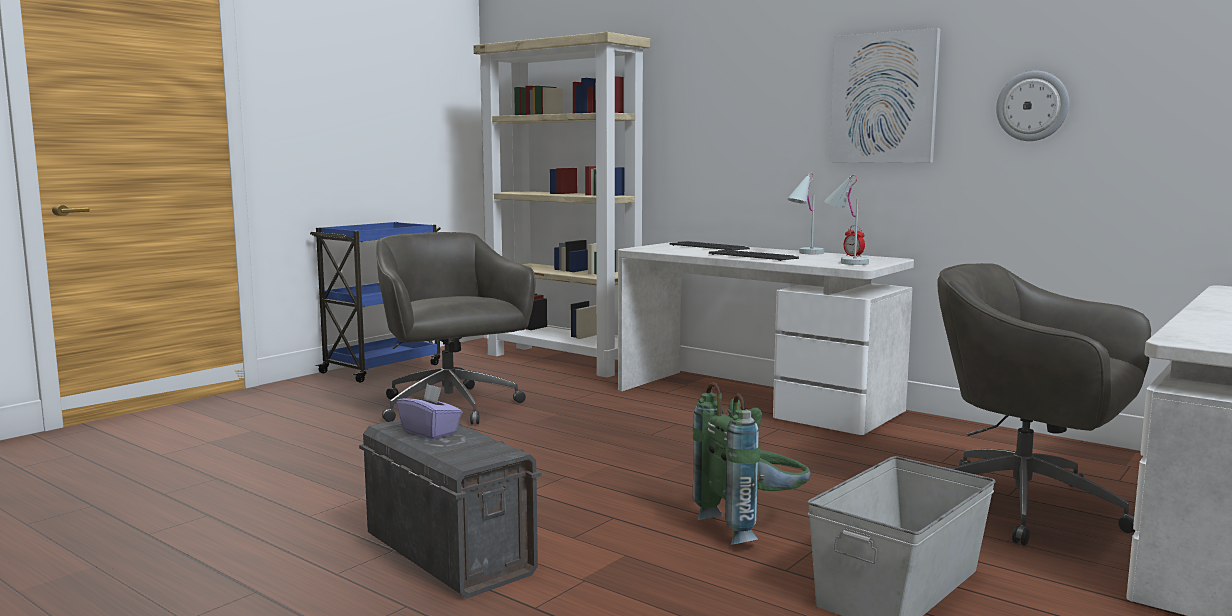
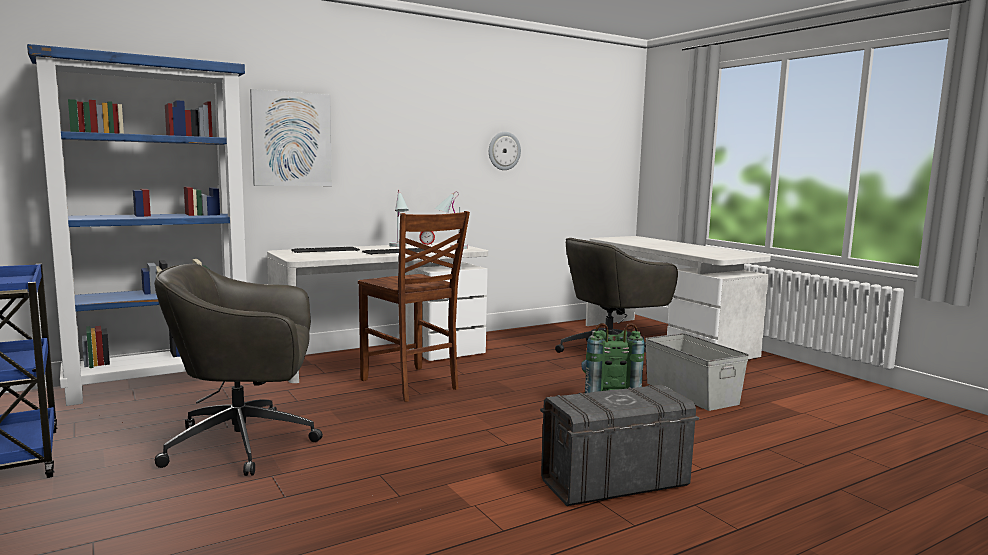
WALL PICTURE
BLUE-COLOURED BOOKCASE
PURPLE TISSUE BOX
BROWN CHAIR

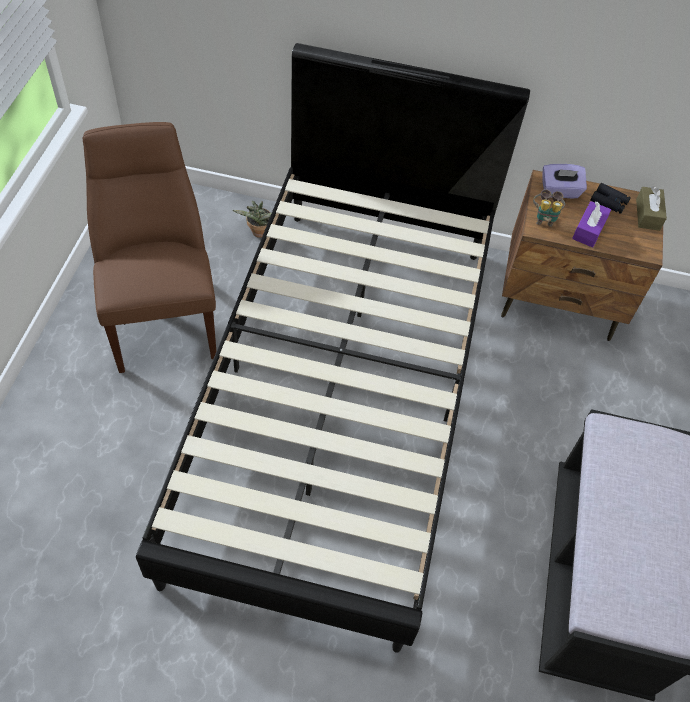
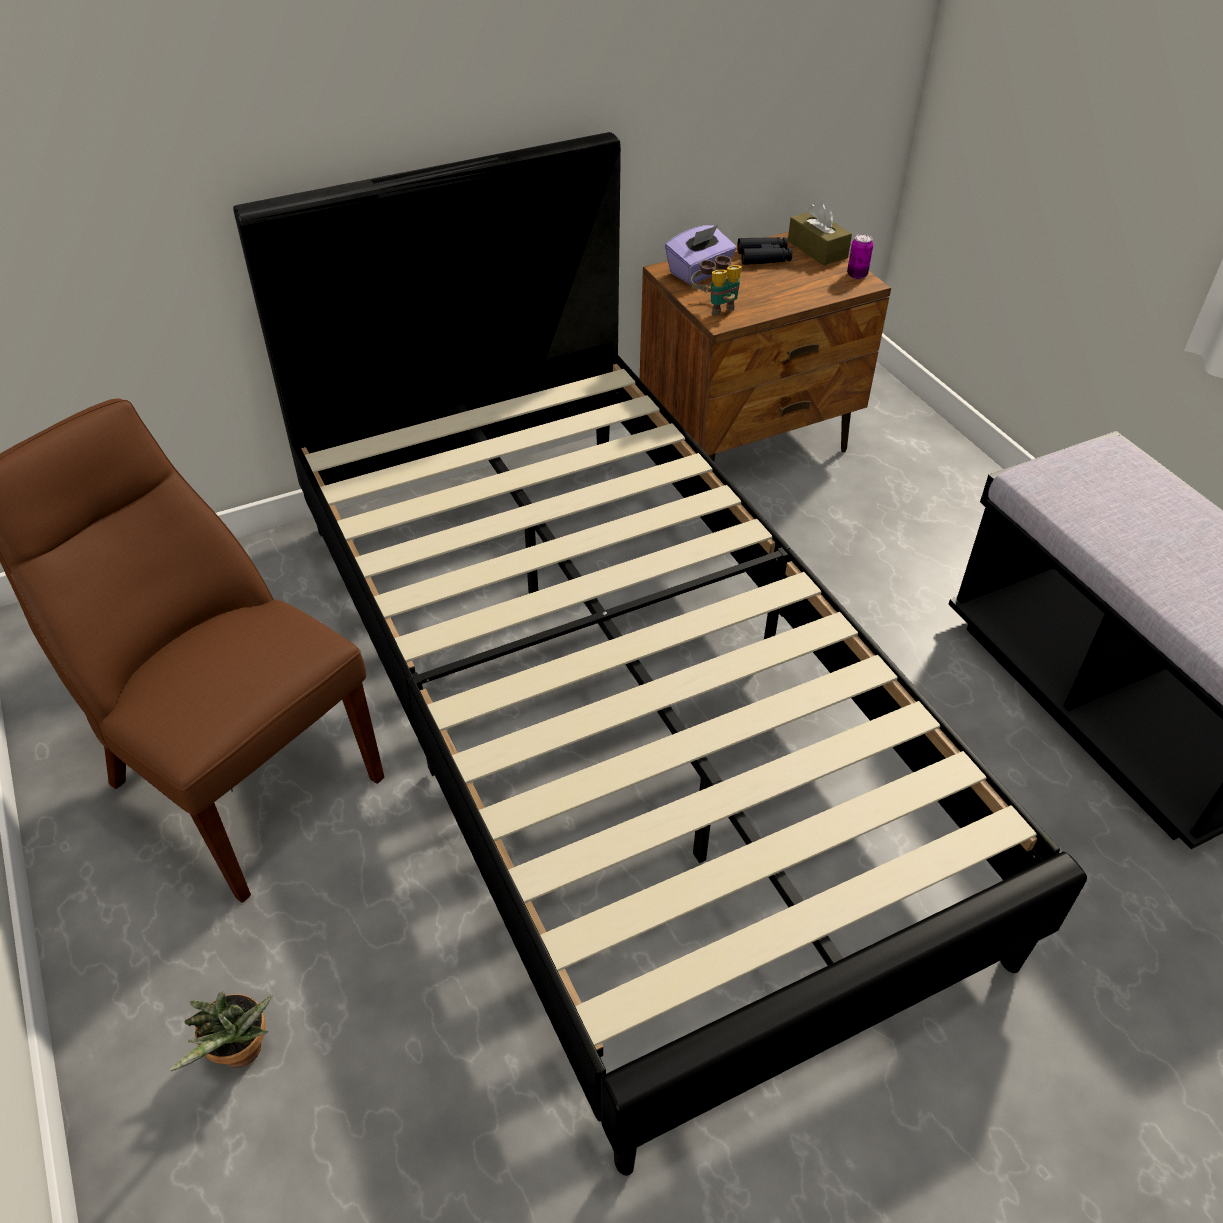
PLANT IN A POT
PURPLE TISSUE BOX (no. 2 from left in the first image)
SEALED CAN

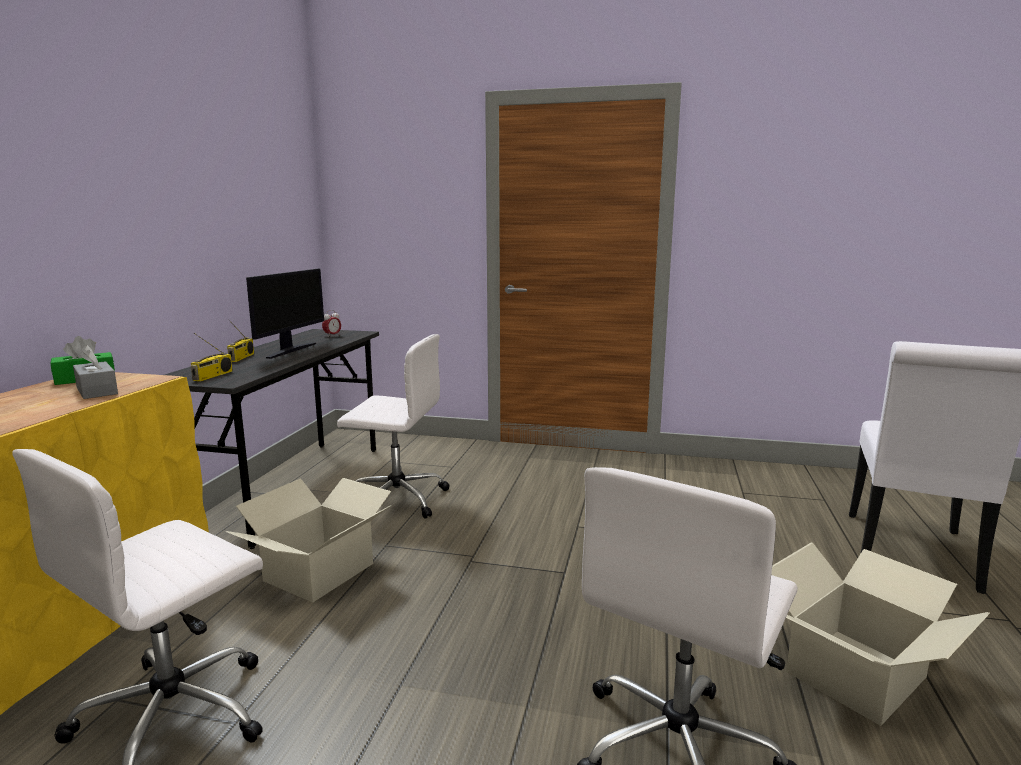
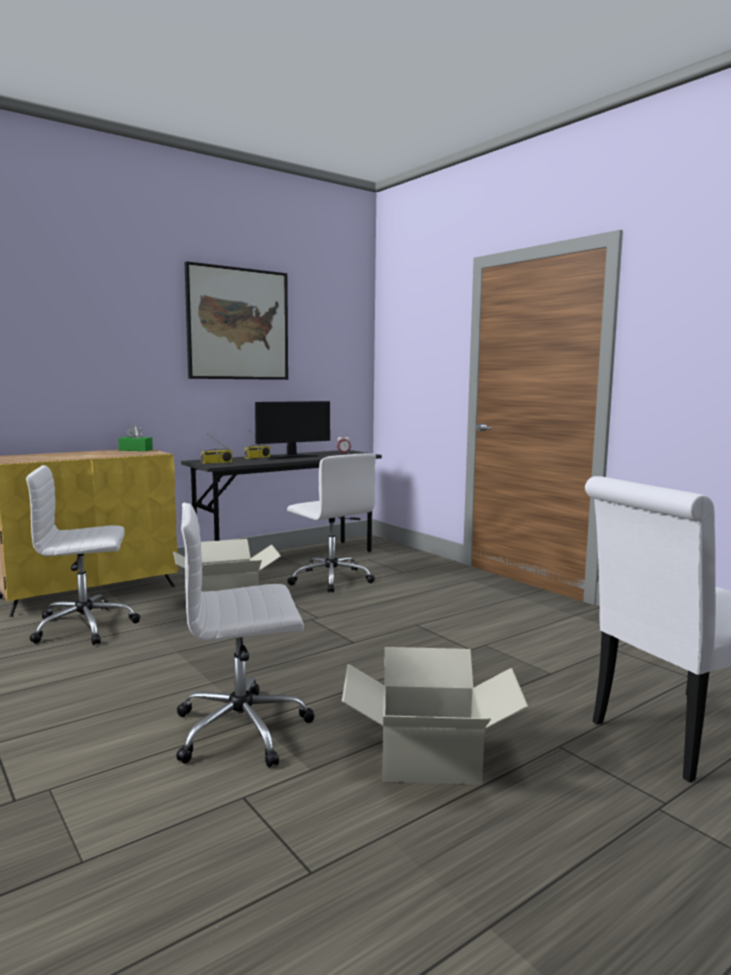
GREY TISSUE BOX
WALL PICTURE

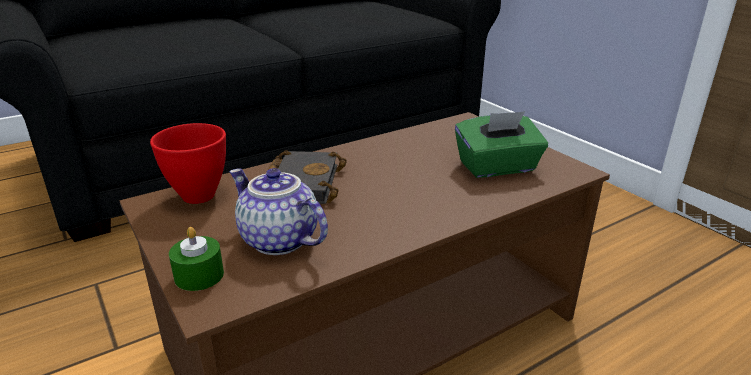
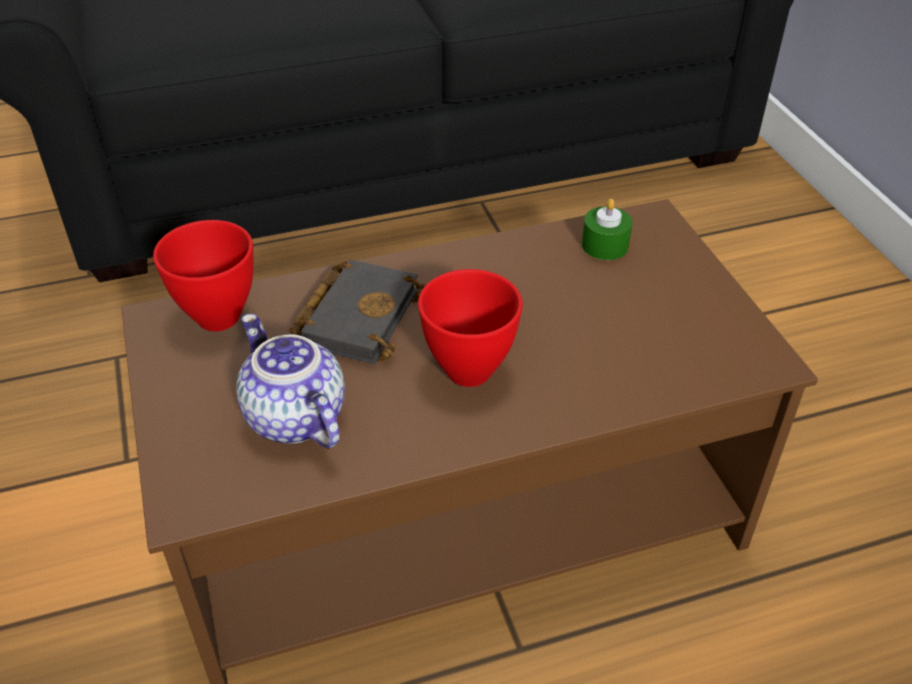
GREEN TISSUE BOX
GREEN CANDLE
RED BOWL (no. 2 from left)

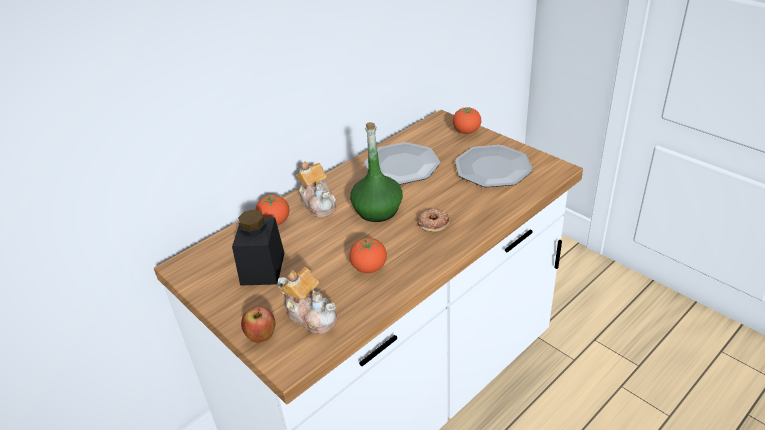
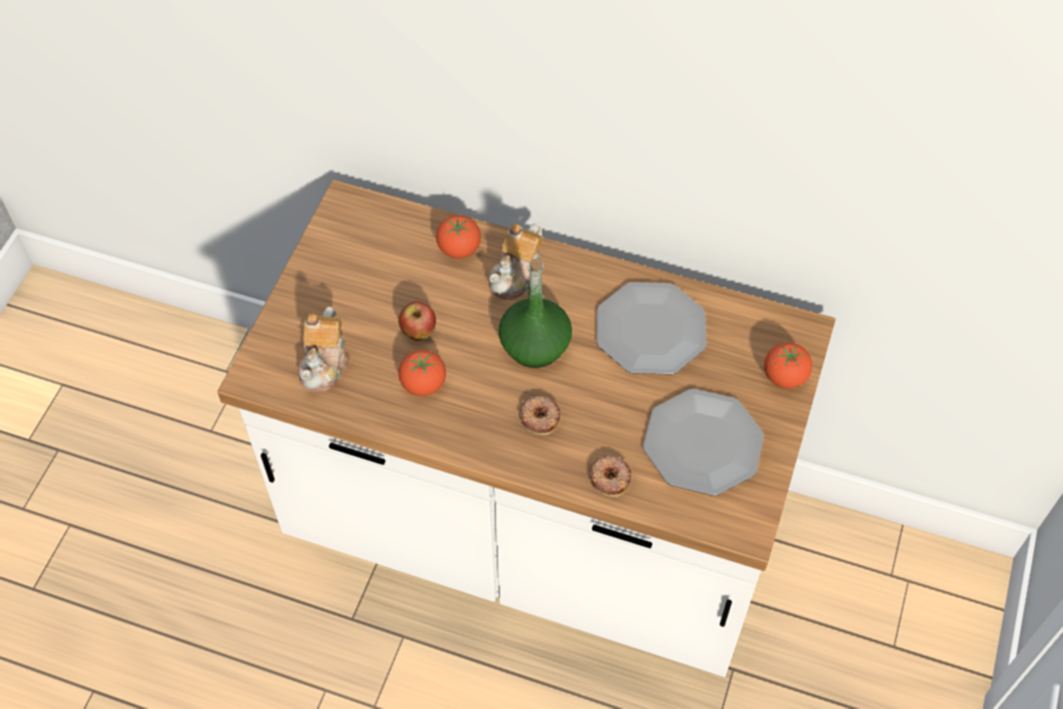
BLACKISH PRESERVE JAR
WHOLE APPLE
DONUT (no. 2 from left)

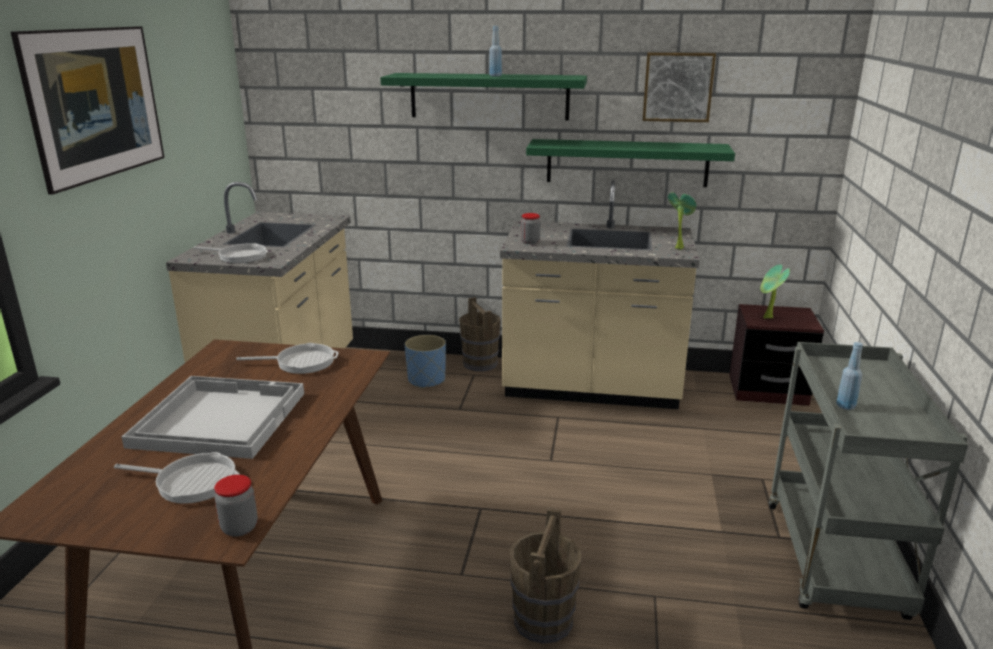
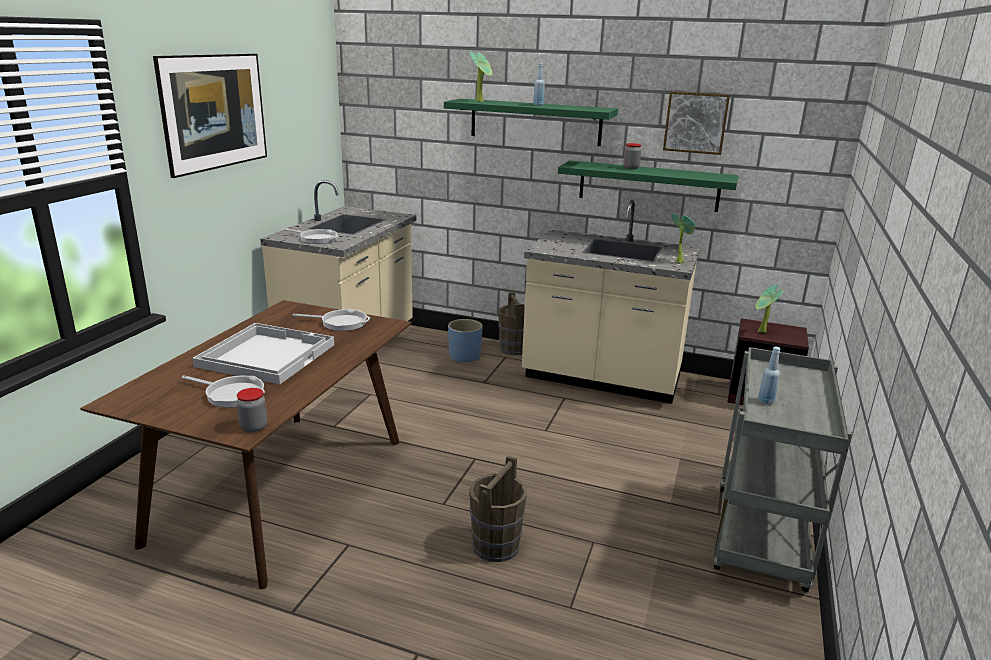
PRESERVE JAR (no. 2 from left)
PLANT IN A POT (no. 1 from left)

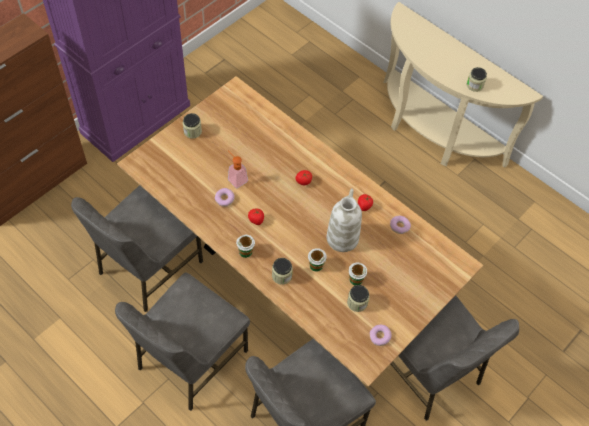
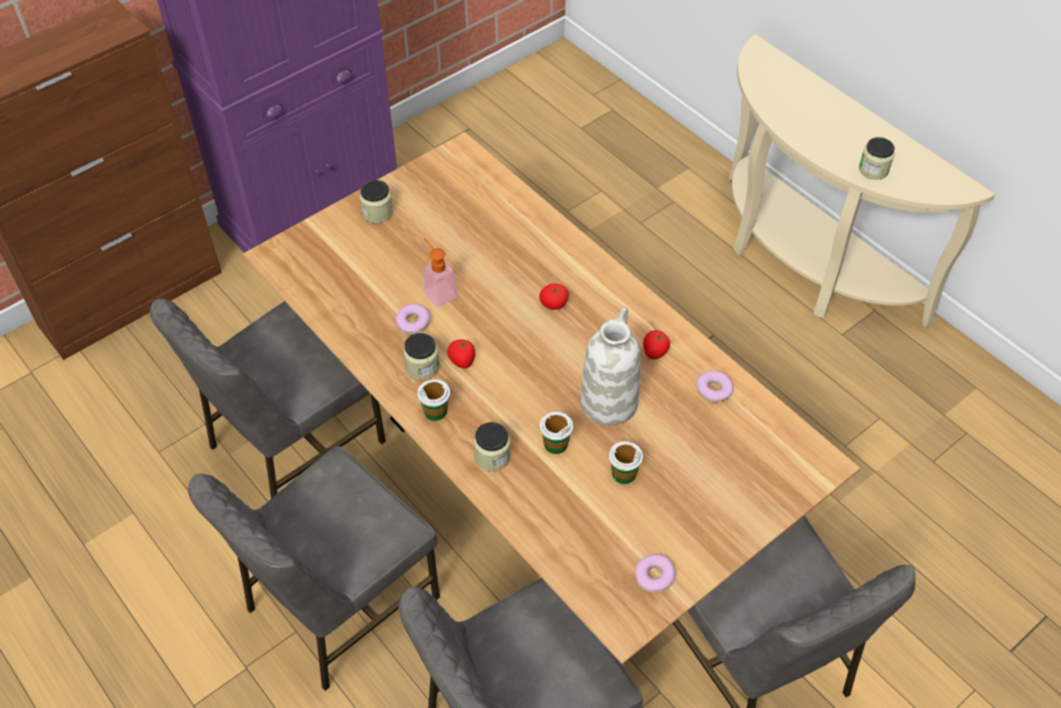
PRESERVE JAR (no. 2 from left)

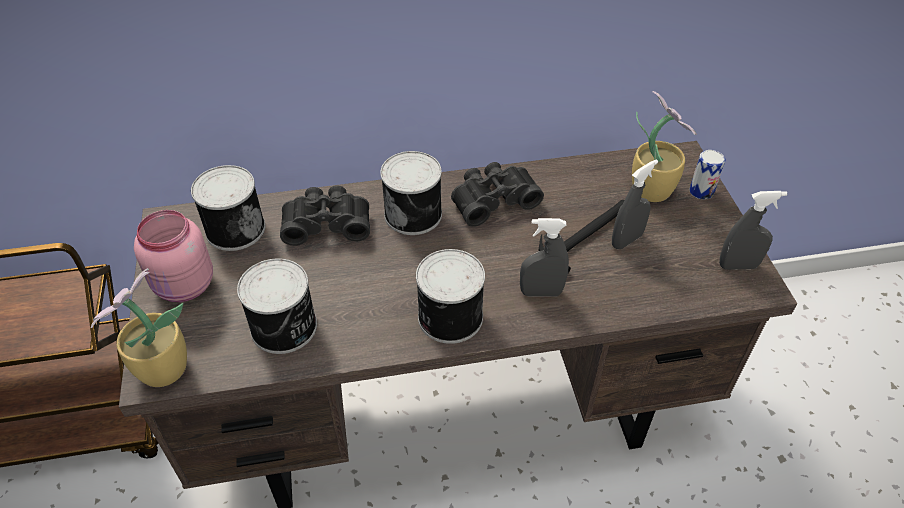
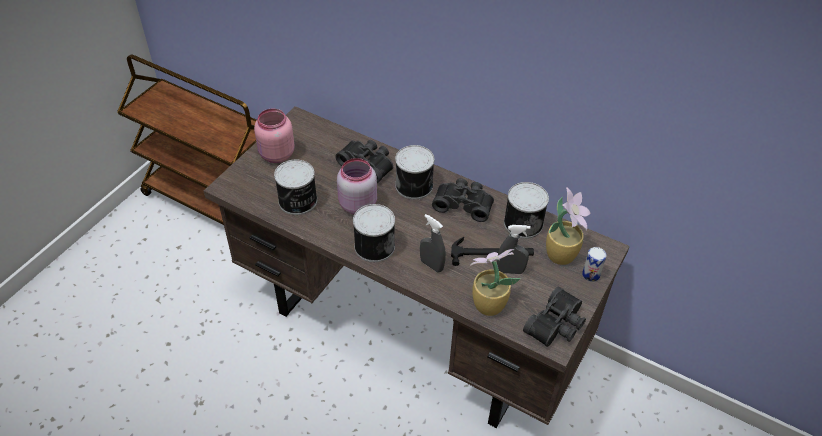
SEALED CAN (no. 4 from left)
BLACKISH FIELD GLASSES (no. 3 from left)
PLANT IN A POT (no. 1 from left)
PINKISH PRESERVE JAR (no. 2 from left)

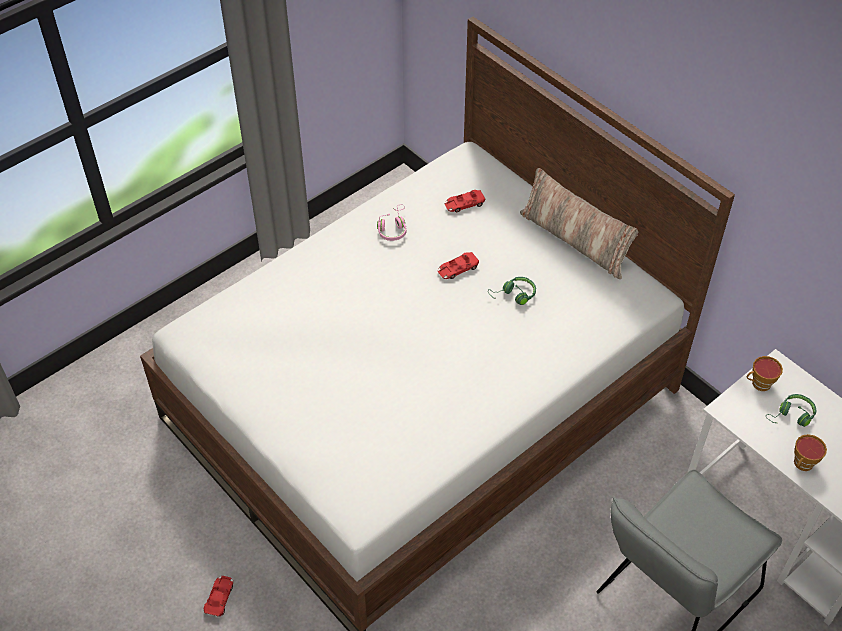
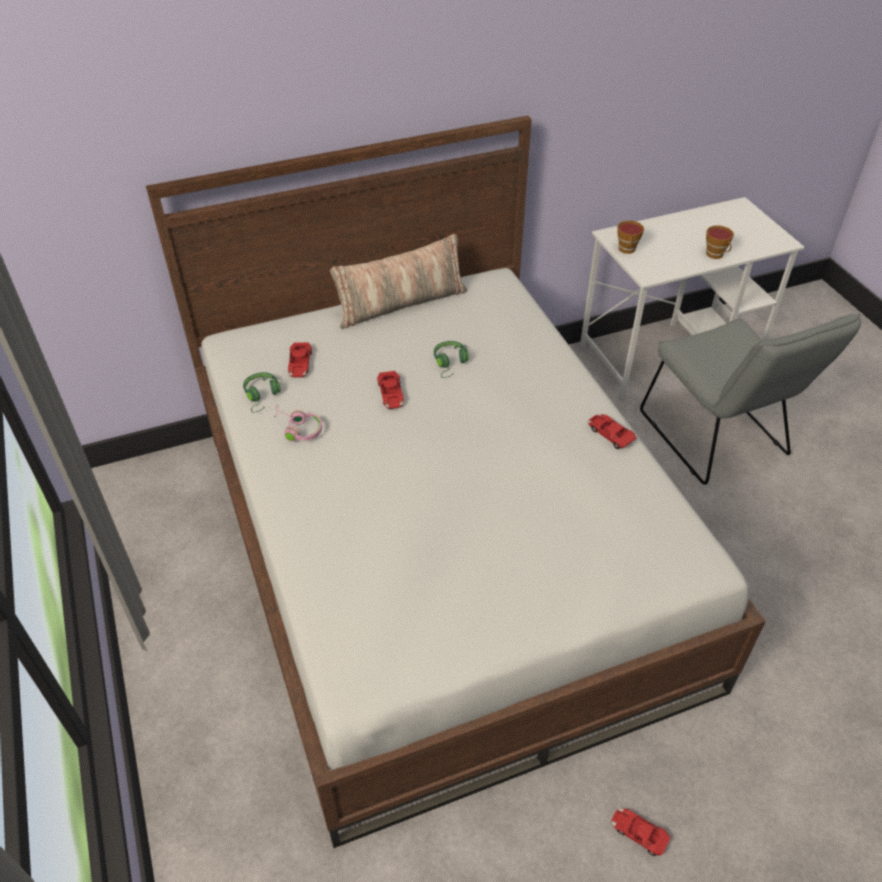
GREEN HEADPHONES (no. 1 from left)
RED TOY CAR (no. 3 from left)

